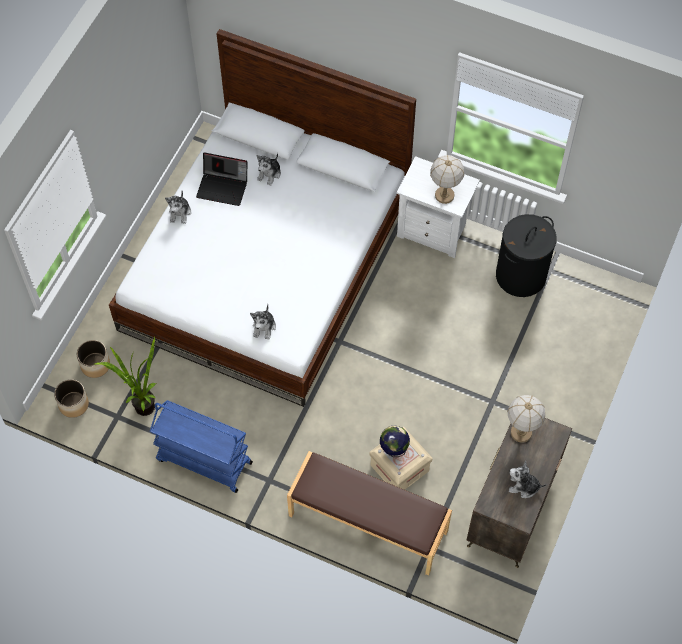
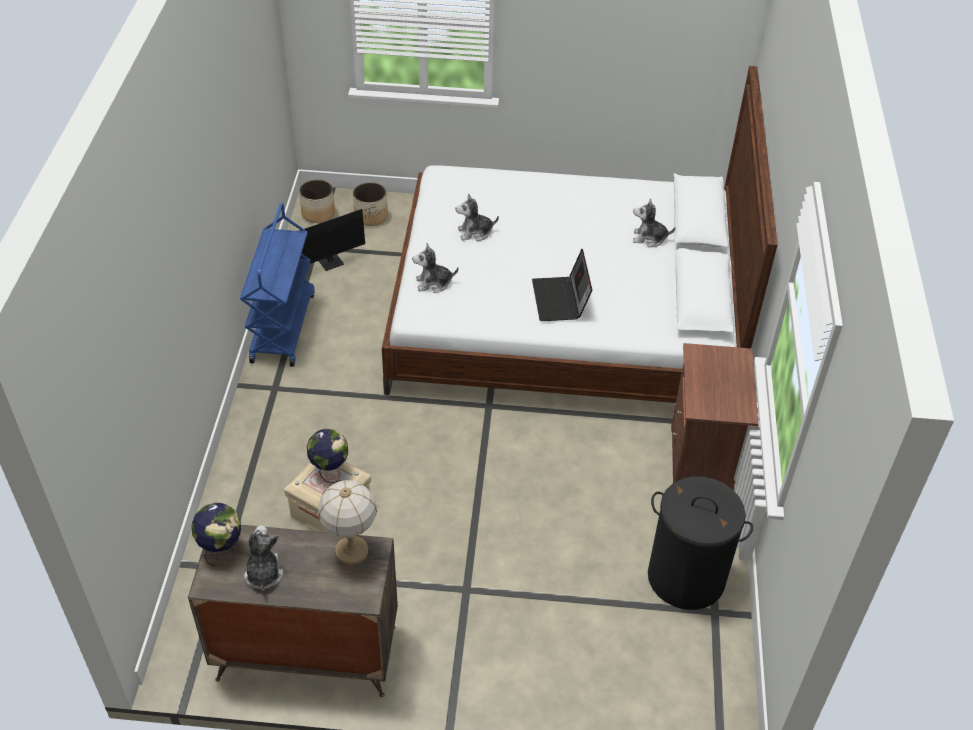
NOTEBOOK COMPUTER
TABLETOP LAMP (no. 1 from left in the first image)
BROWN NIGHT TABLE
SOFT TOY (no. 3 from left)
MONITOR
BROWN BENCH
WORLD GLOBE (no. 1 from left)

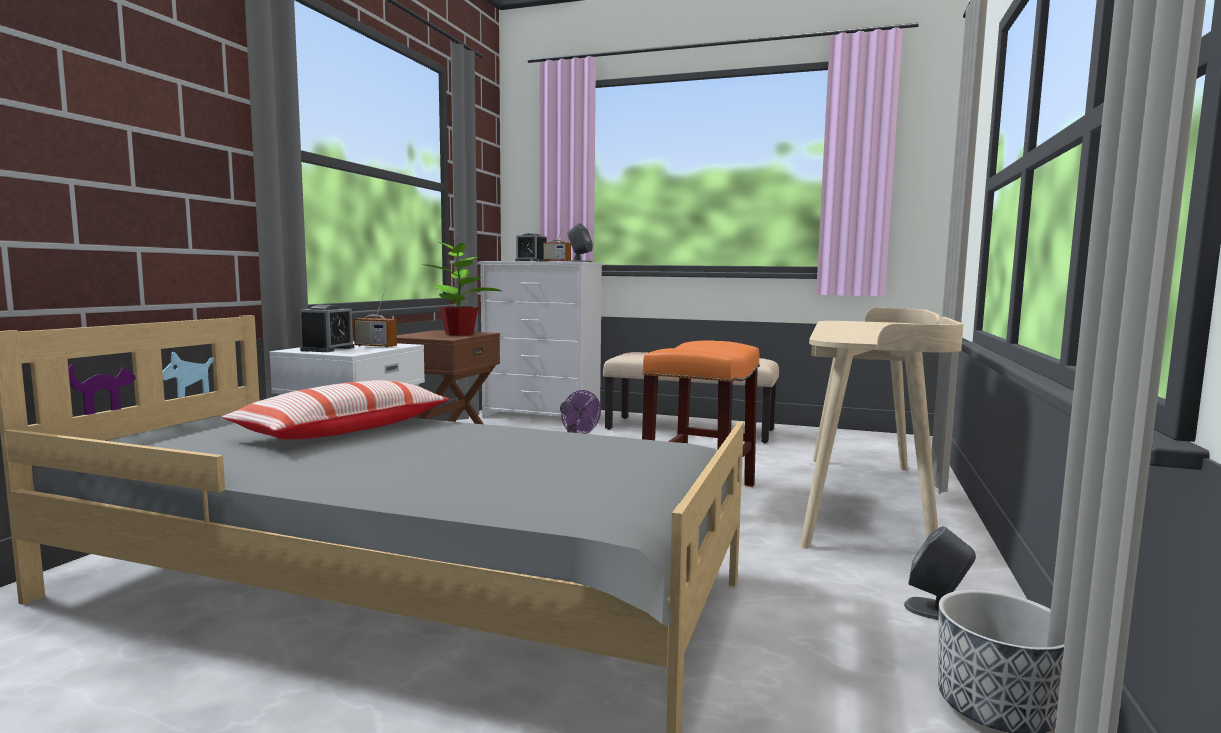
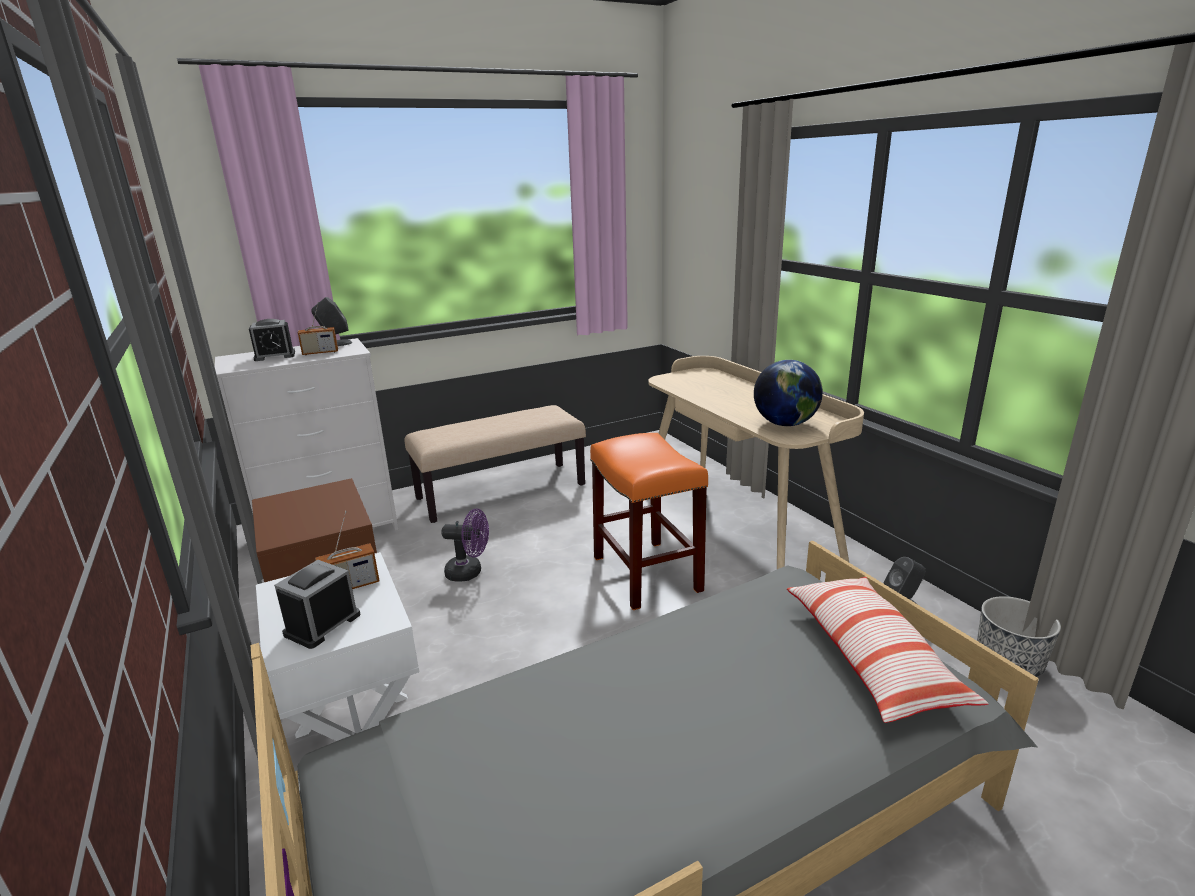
PLANT IN A POT
TABLE CLOCK (no. 2 from left)
PILLOW
WORLD GLOBE

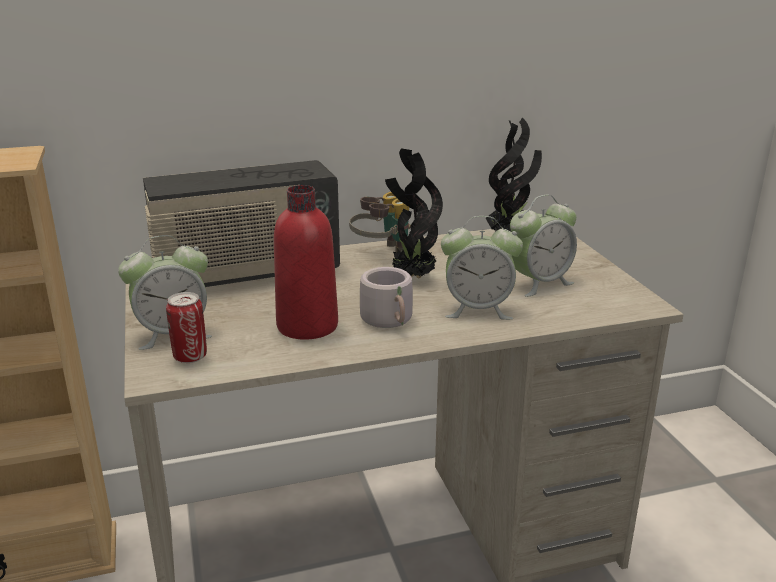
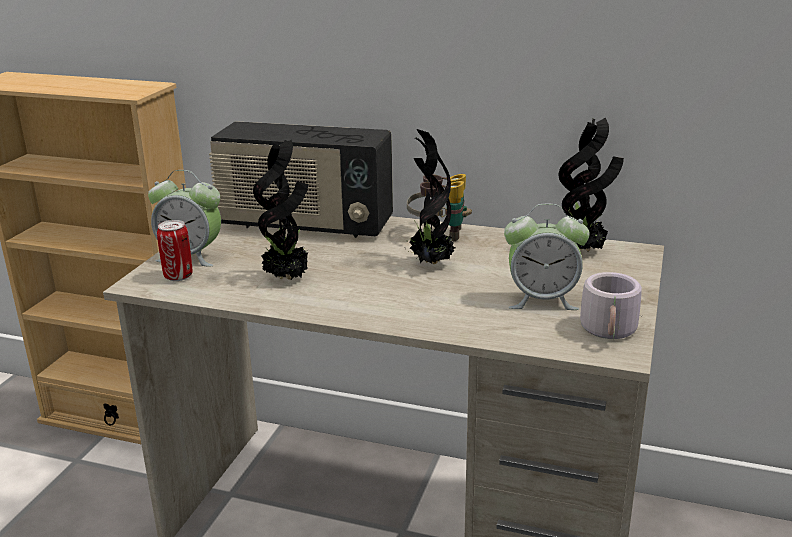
PLANT IN A POT (no. 1 from left)
TABLE CLOCK (no. 2 from left in the first image)
GREY MUG

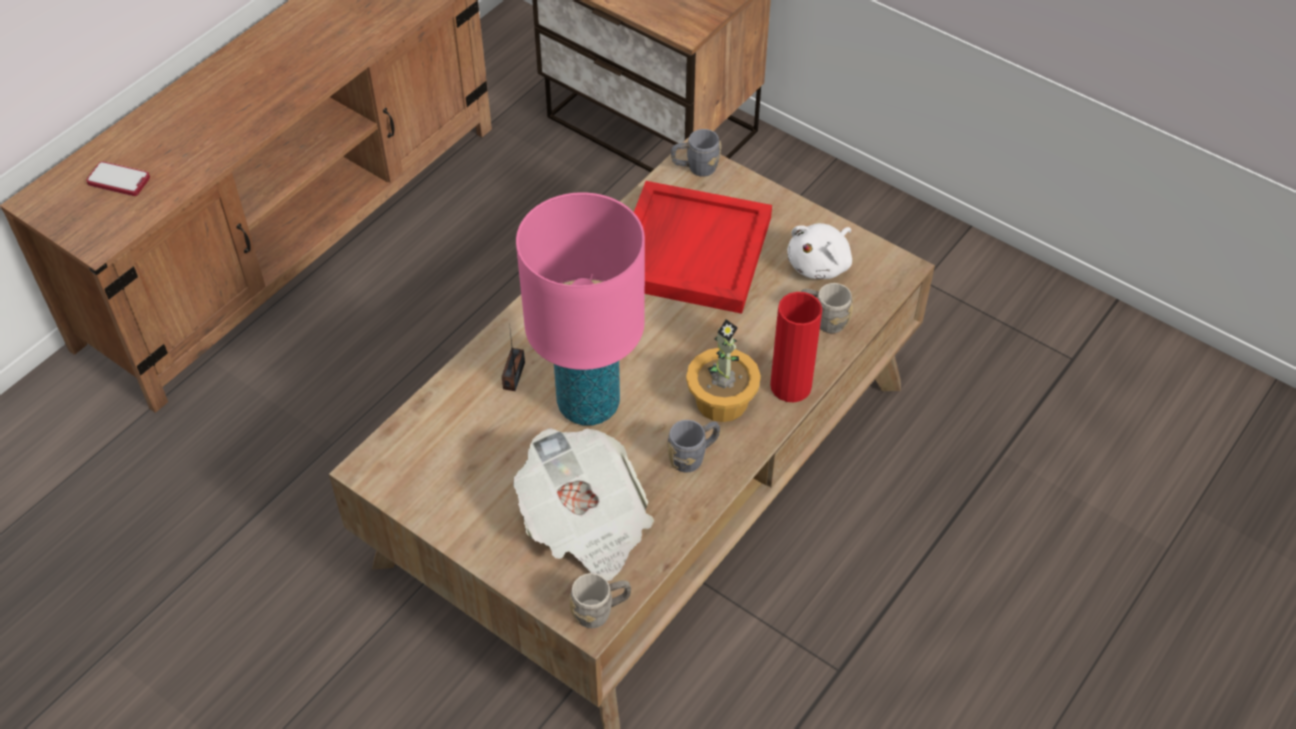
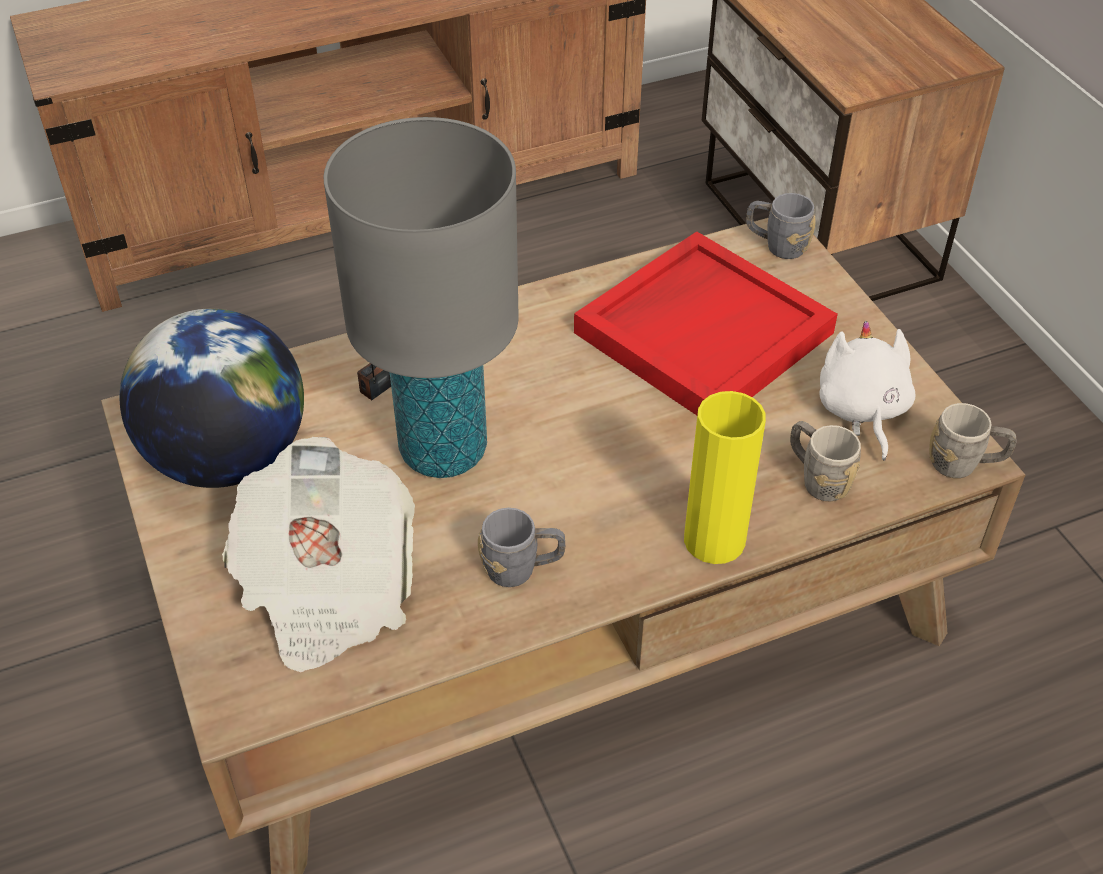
PHONE
GREY TABLETOP LAMP
WHITE SOFT TOY
YELLOW-COLOURED VASE
PLANT IN A POT
GREY MUG (no. 4 from left)
WORLD GLOBE

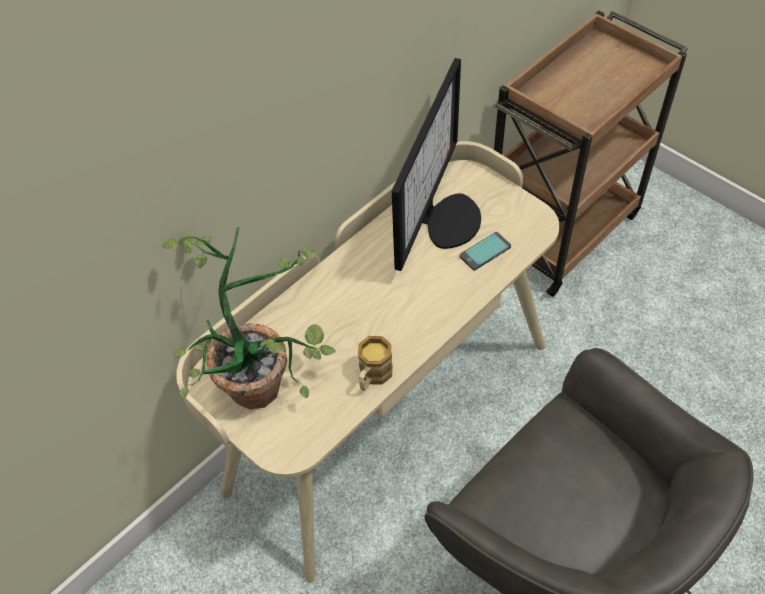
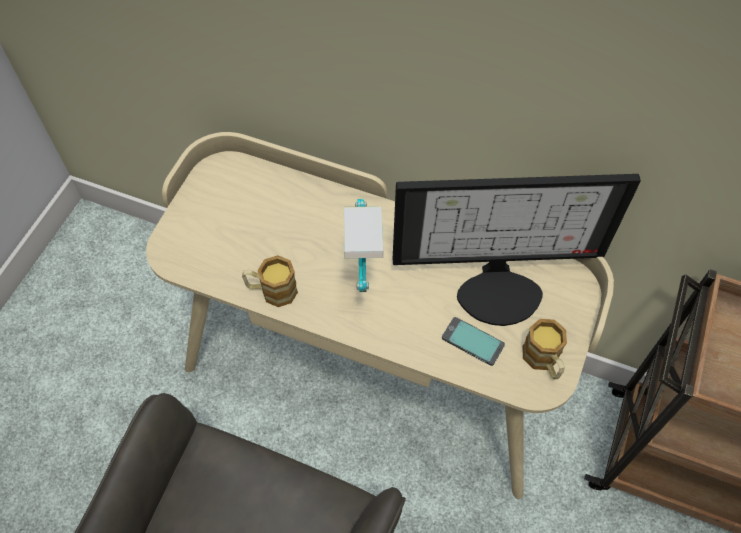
PLANT IN A POT
TABLETOP LAMP
MUG (no. 2 from left)

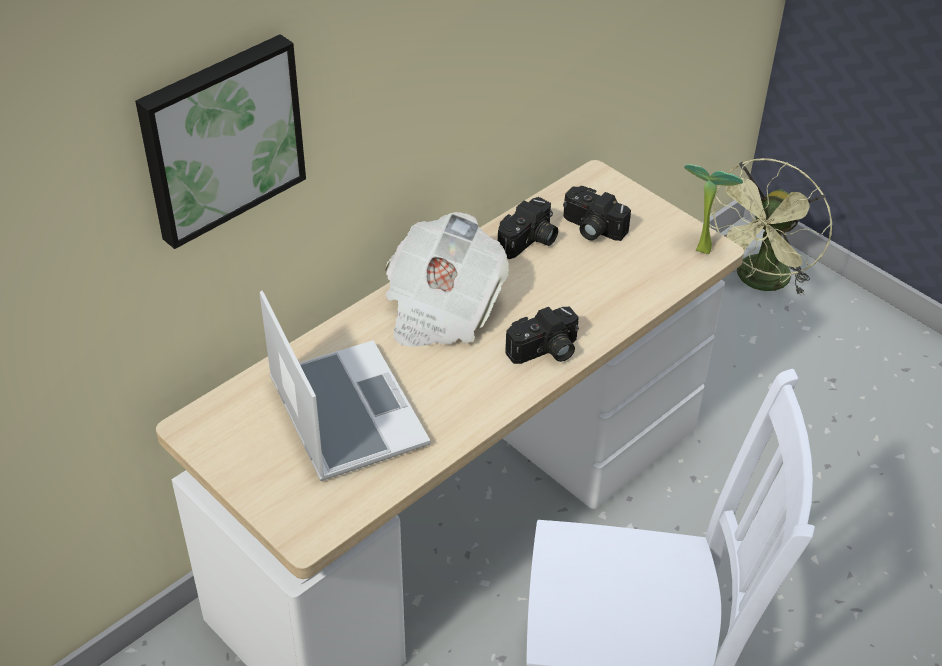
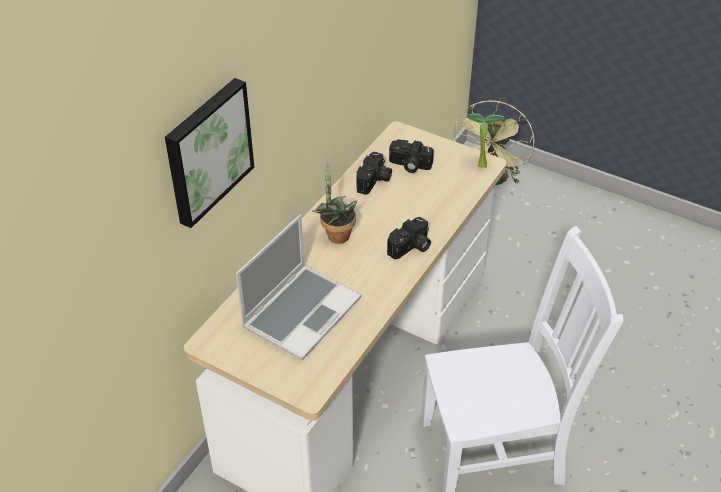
PLANT IN A POT (no. 1 from left)
NOTEBOOK COMPUTER

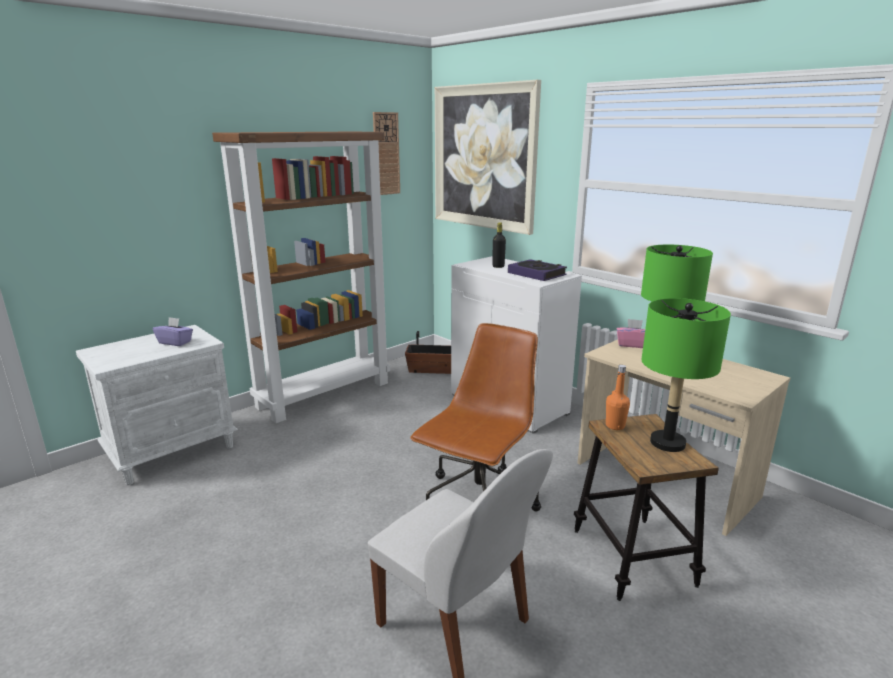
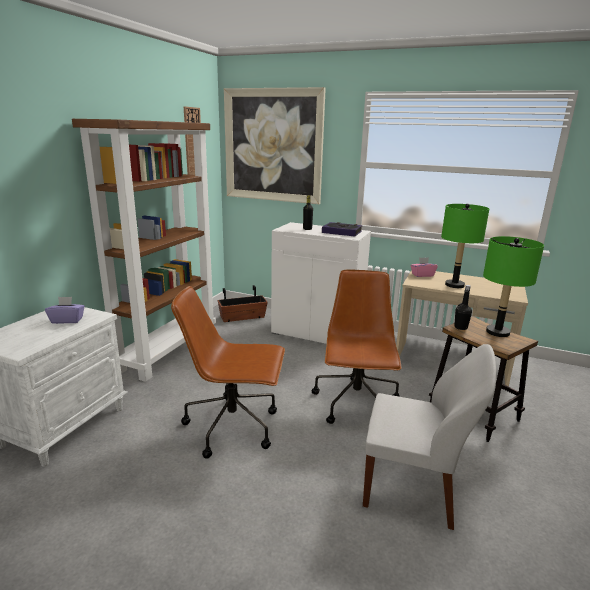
BLACKISH BEVERAGE BOTTLE (no. 2 from left)
BROWN OFFICE CHAIR (no. 1 from left)

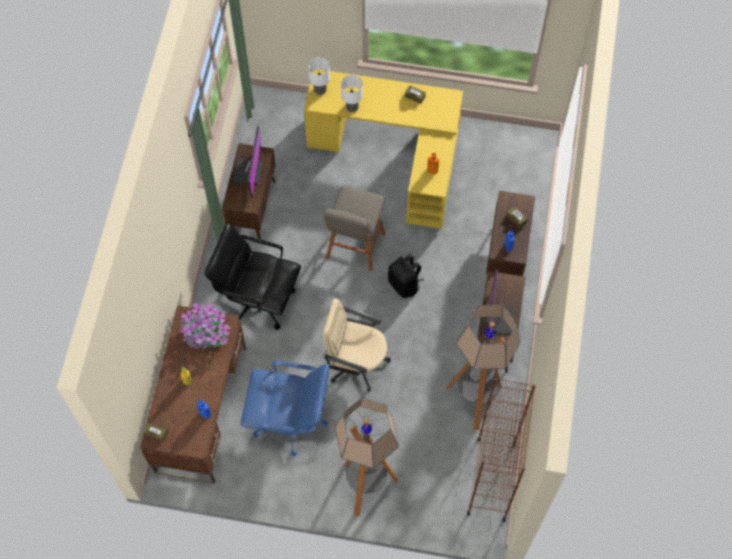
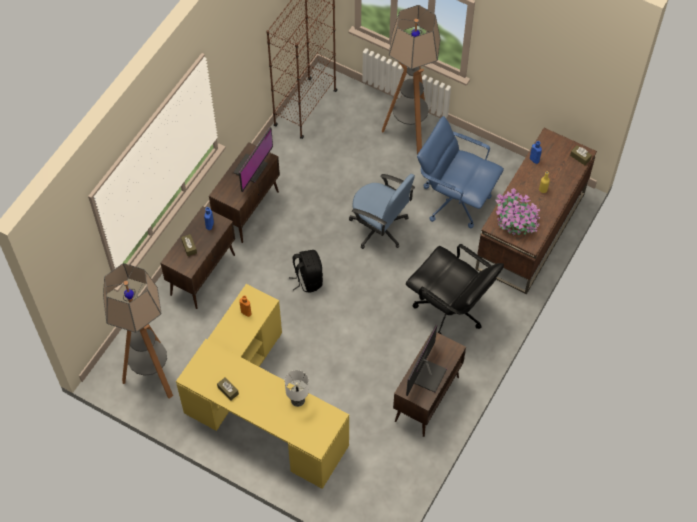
TABLETOP LAMP (no. 1 from left in the first image)
GREY SITTING STOOL
BLUE-COLOURED OFFICE CHAIR (no. 1 from left)
FLOOR LAMP (no. 1 from left)

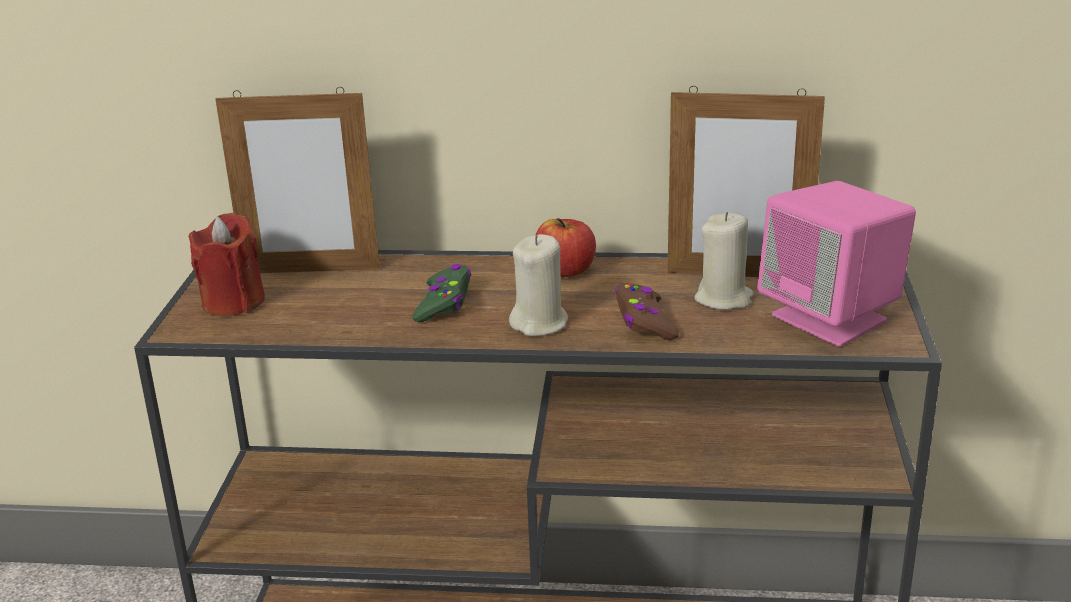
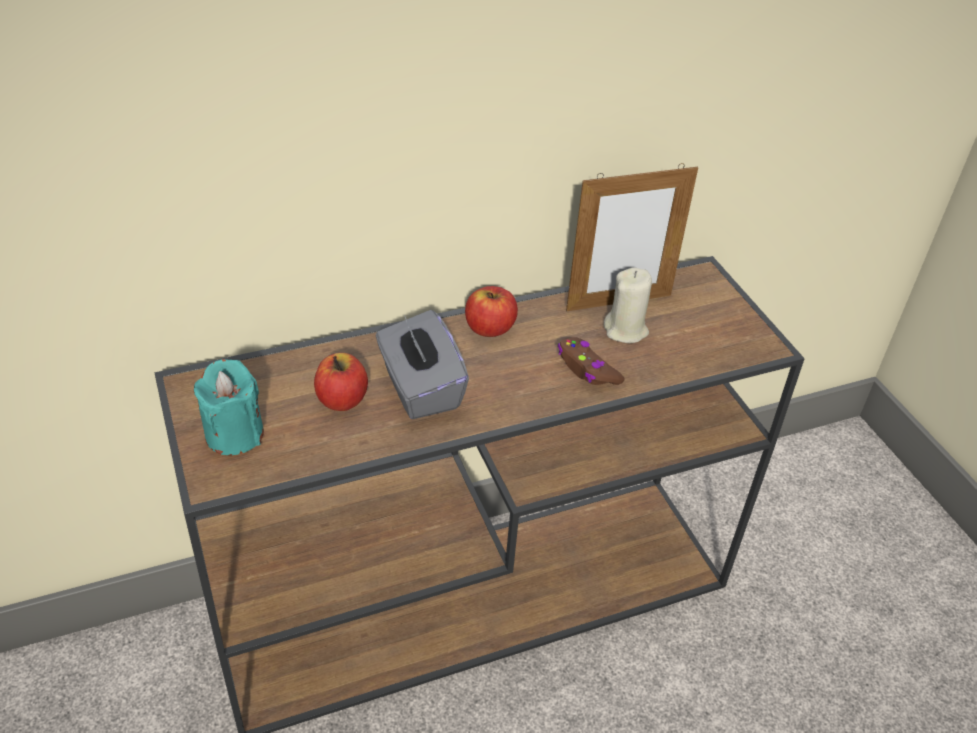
PHOTO FRAME (no. 1 from left in the first image)
PINKISH LOUDSPEAKER
TURQUOISE-COLOURED CANDLE
BEIGE-COLOURED CANDLE (no. 1 from left in the first image)
GREY TISSUE BOX
WHOLE APPLE (no. 1 from left)

